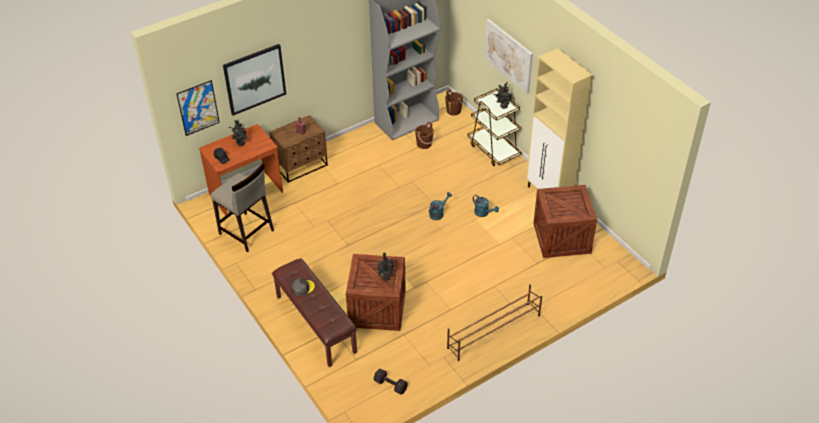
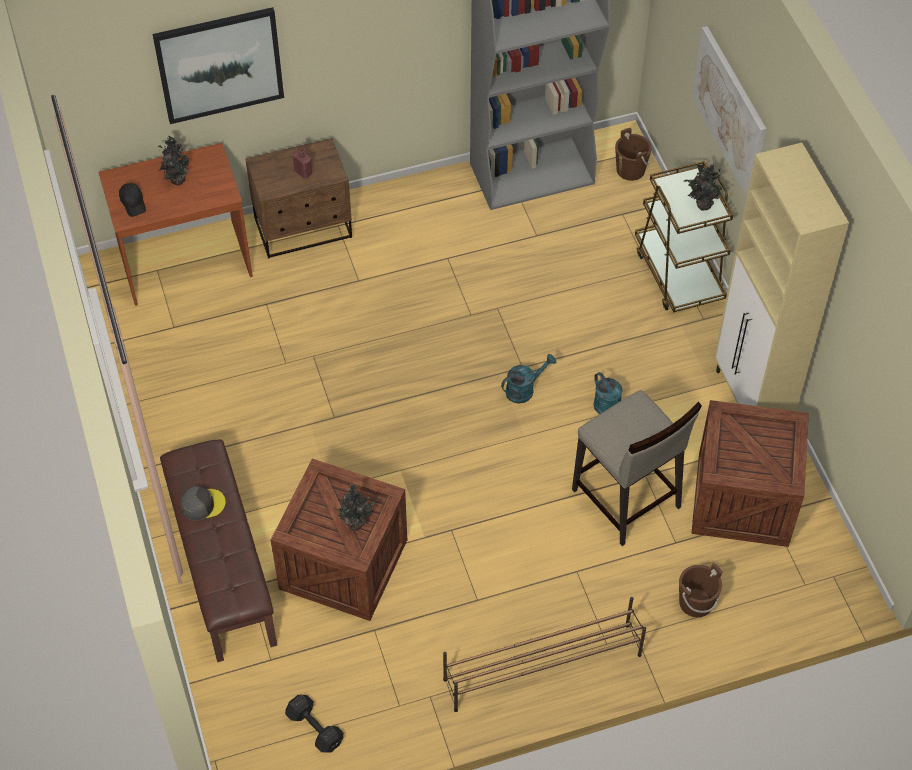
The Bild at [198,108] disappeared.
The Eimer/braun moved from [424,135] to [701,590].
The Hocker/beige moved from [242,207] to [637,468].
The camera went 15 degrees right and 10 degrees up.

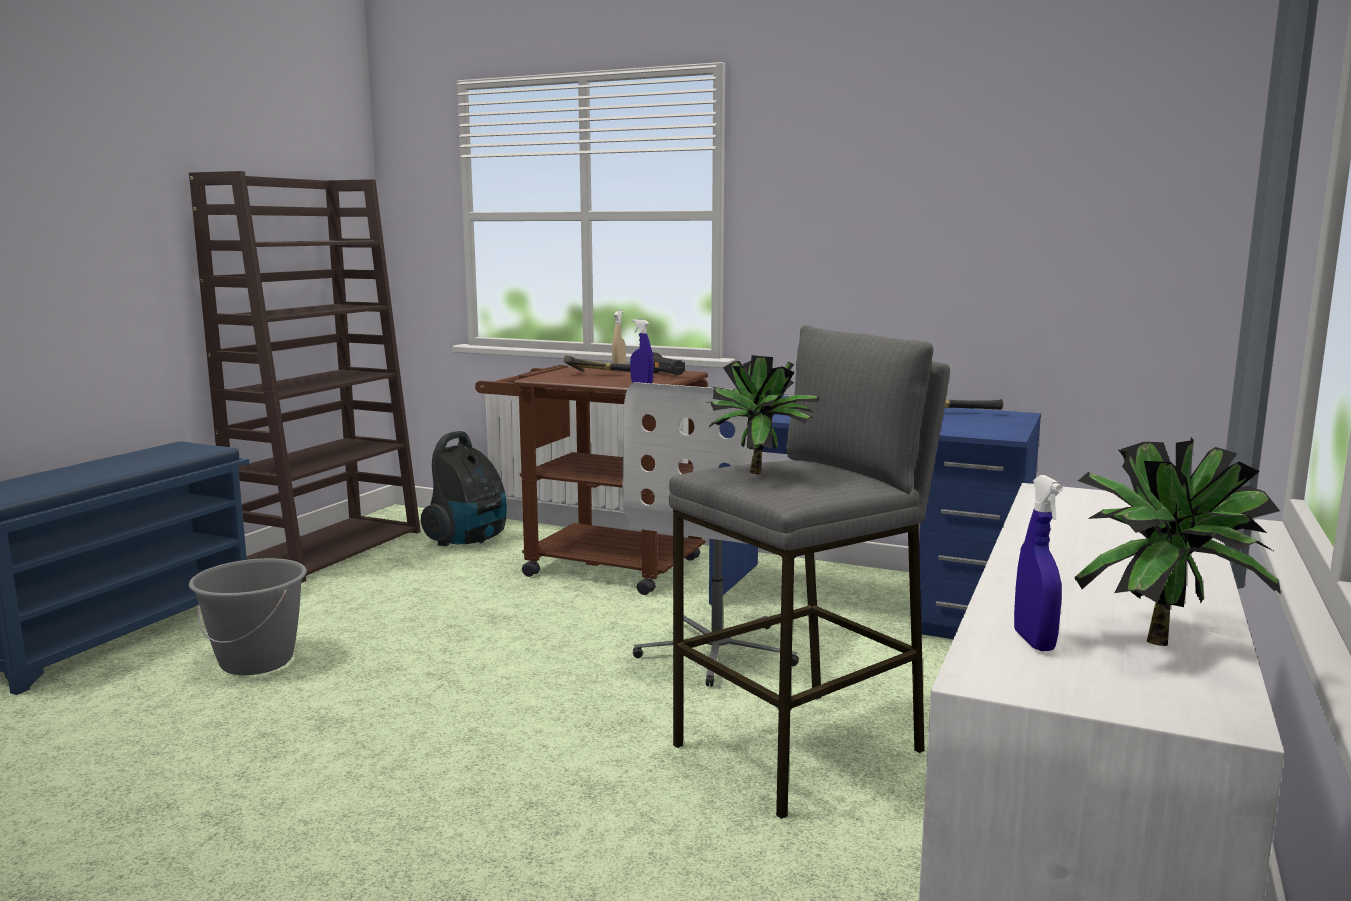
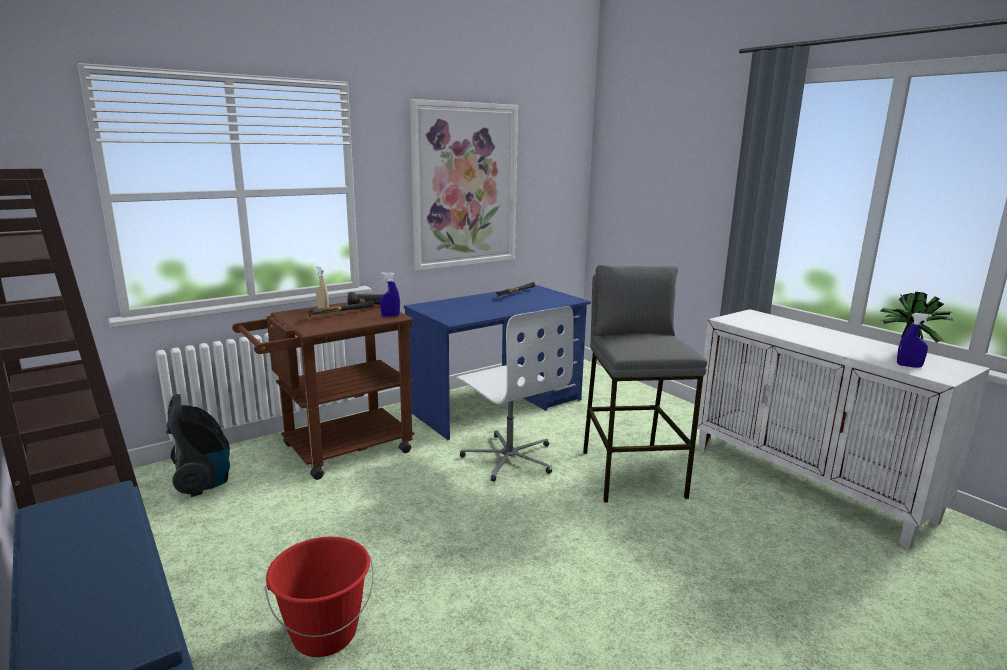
The Topfpflanze at [763,414] disappeared.
The Eimer/grau at [248,616] became the Eimer/rot at [319,597].
The Bild at [464,185] appeared.
The camera went 60 degrees left and 5 degrees up.

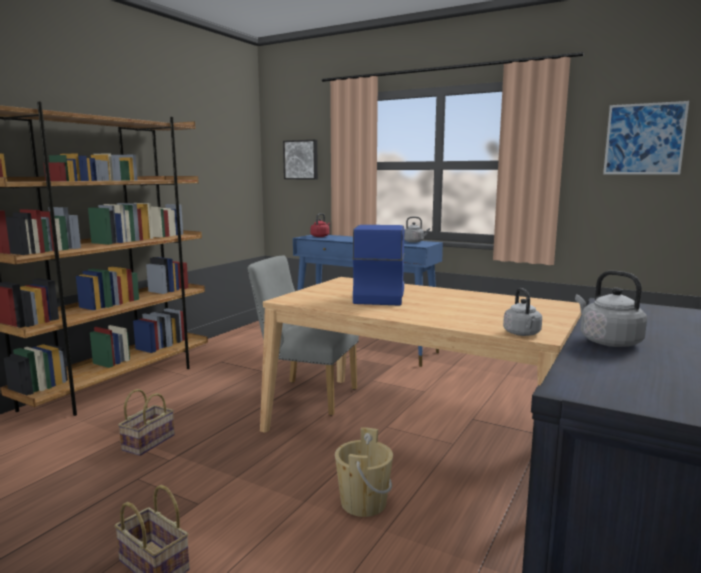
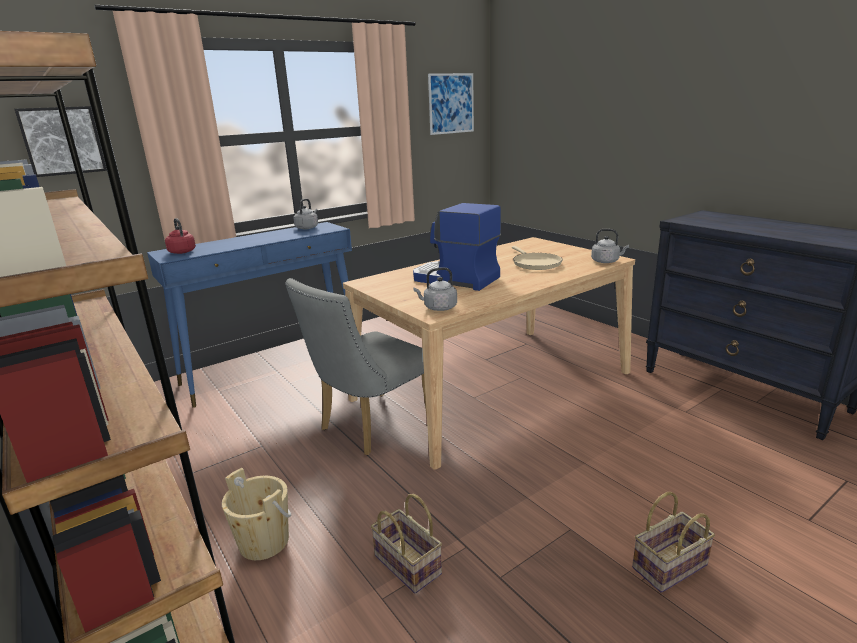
The Wasserkessel/grau moved from [611,309] to [435,289].
The Eimer/beige moved from [364,472] to [256,514].
The Pfanne/beige at [537,258] appeared.
The camera went 65 degrees left and 10 degrees up.

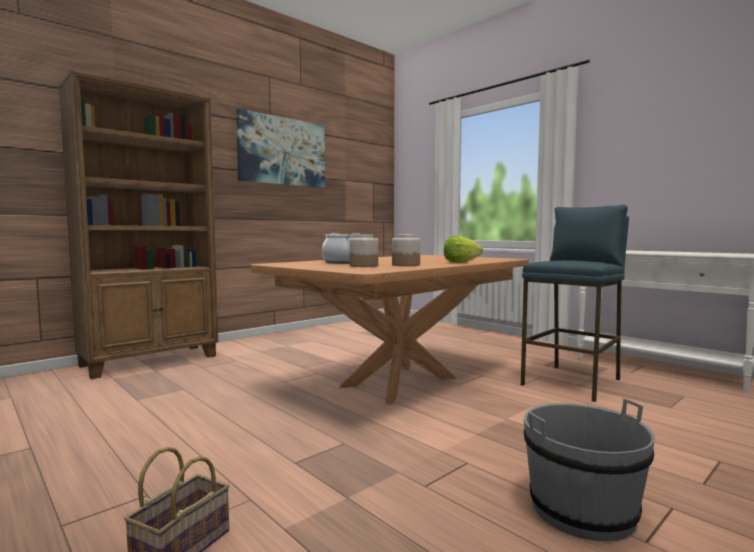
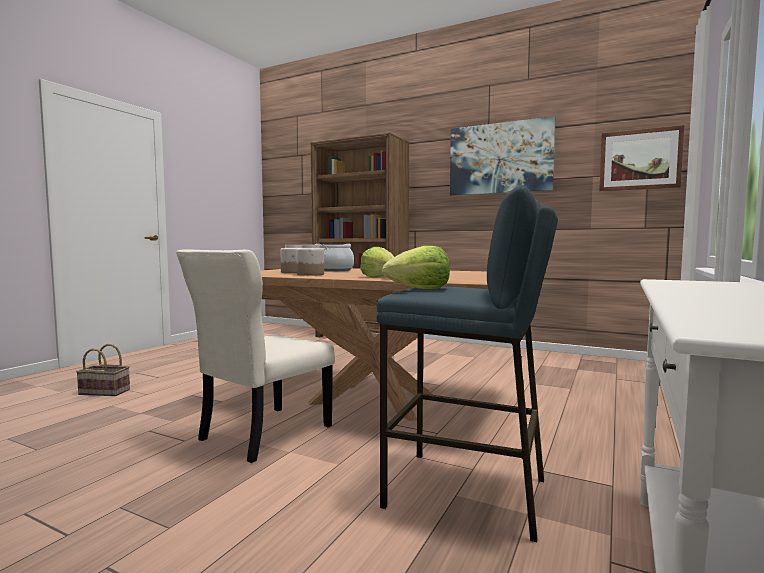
The Eimer/grau at [589,469] disappeared.
The Bild at [641,158] appeared.
The Salatkopf at [416,267] appeared.
The Stuhl/beige at [255,356] appeared.
The camera went 70 degrees right and 0 degrees up.

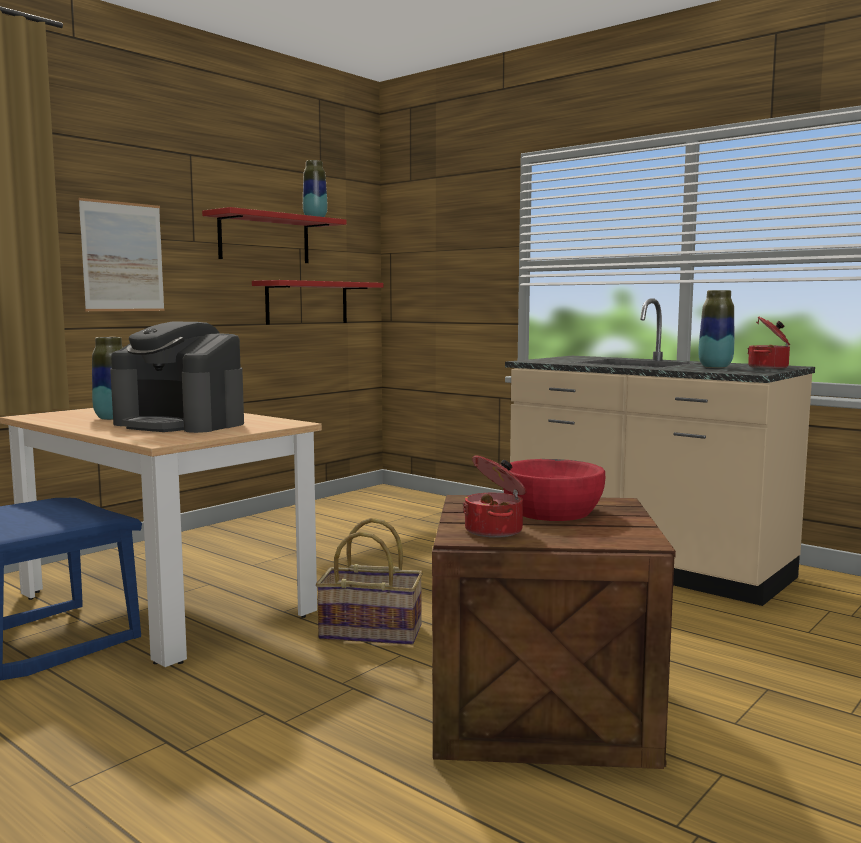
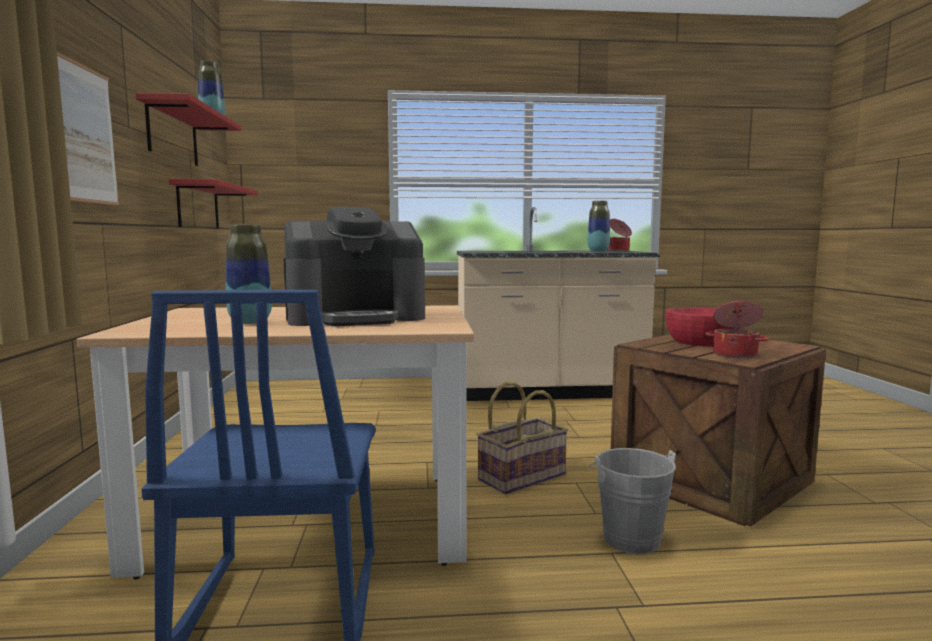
The Eimer/grau at [632,501] appeared.
The camera went 45 degrees left and 0 degrees up.

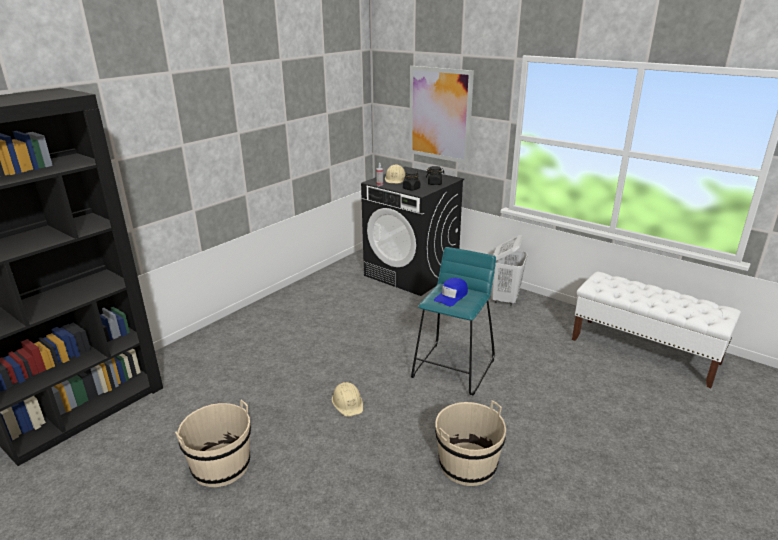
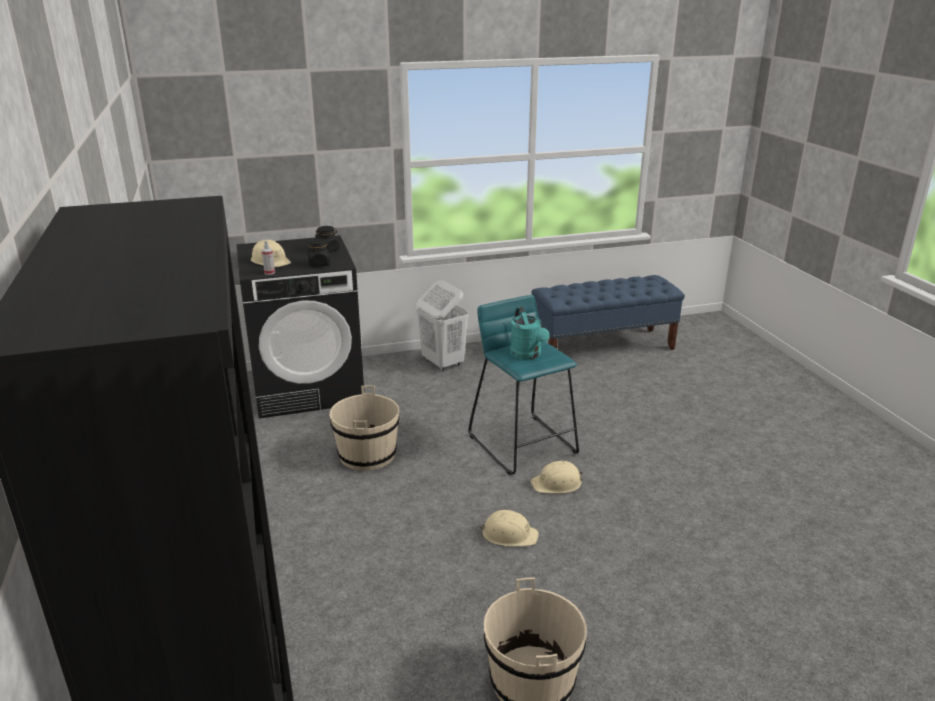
The Bild at [441,115] disappeared.
The Bank/weiß at [656,330] became the Bank/blau at [608,312].
The Kappe/blau at [451,292] was replaced by the Gießkanne/türkis at [530,333].
The Eimer/beige moved from [470,443] to [365,428].
The Schutzhelm/beige at [557,477] appeared.
The camera went 55 degrees left and 0 degrees up.

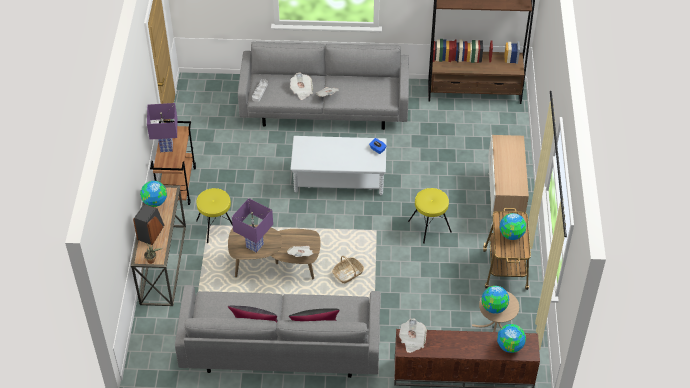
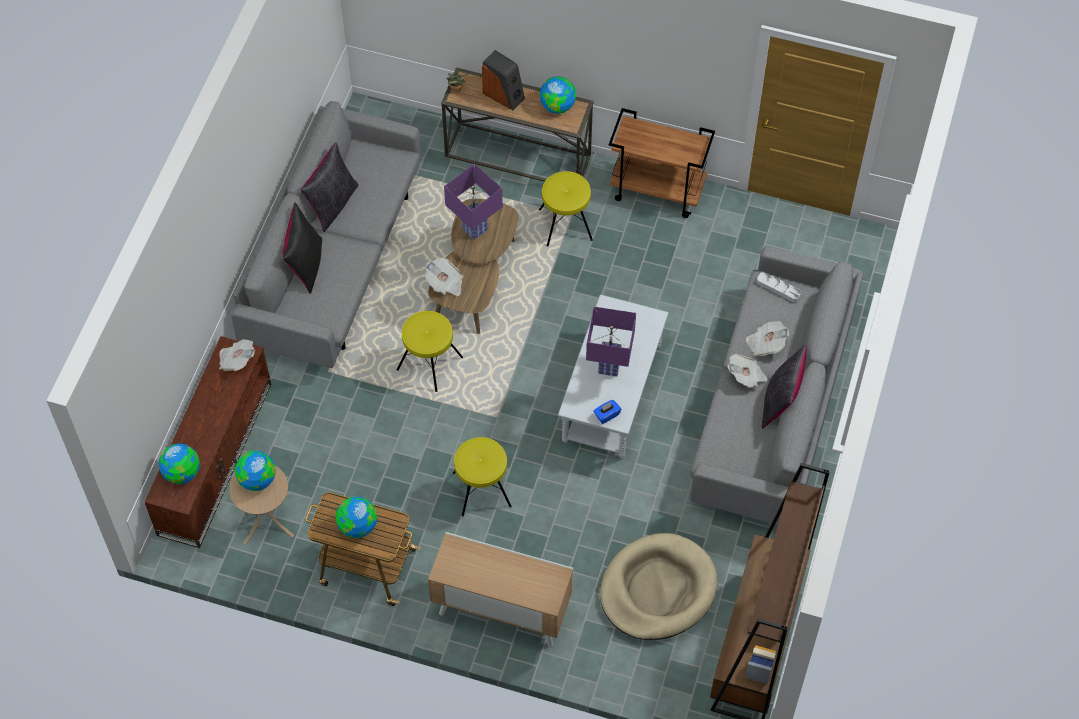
The Tischlampe/lila moved from [162,127] to [611,342].
The Korb at [348,270] was replaced by the Hocker/gelb at [430,351].
The Kissen/schwarz at [784,386] appeared.
The Hundebett/beige at [659,586] appeared.
The camera went 105 degrees right and 10 degrees up.

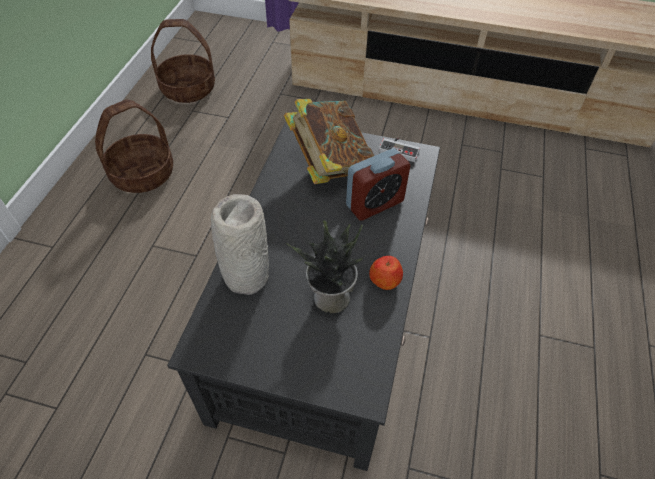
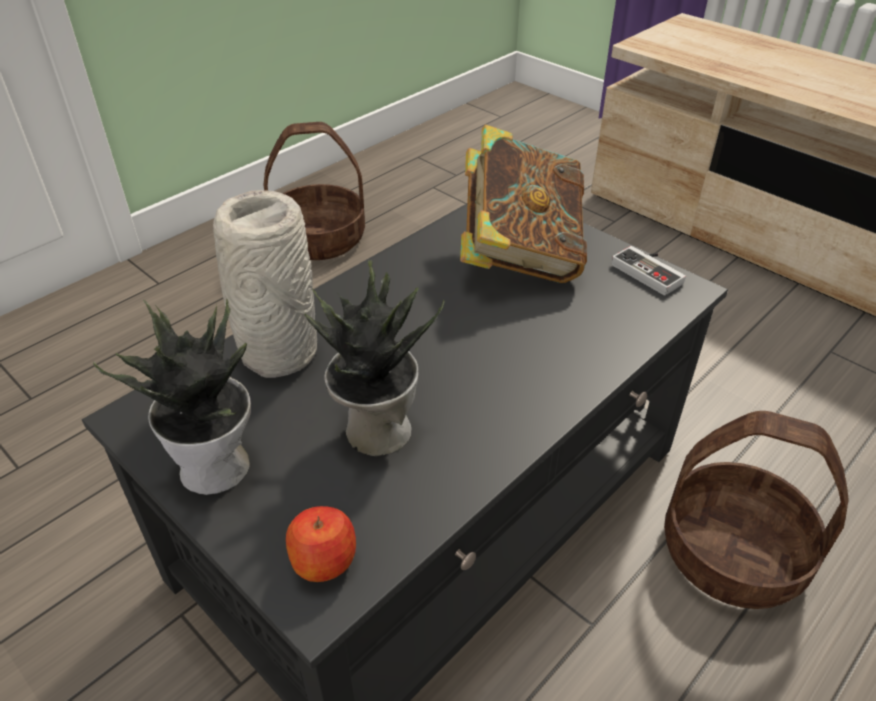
The Korb moved from [183,61] to [756,510].
The Wecker at [378,184] disappeared.
The Apfel moved from [386,273] to [321,544].
The Topfpflanze at [172,396] appeared.
The camera went 30 degrees right and 10 degrees down.

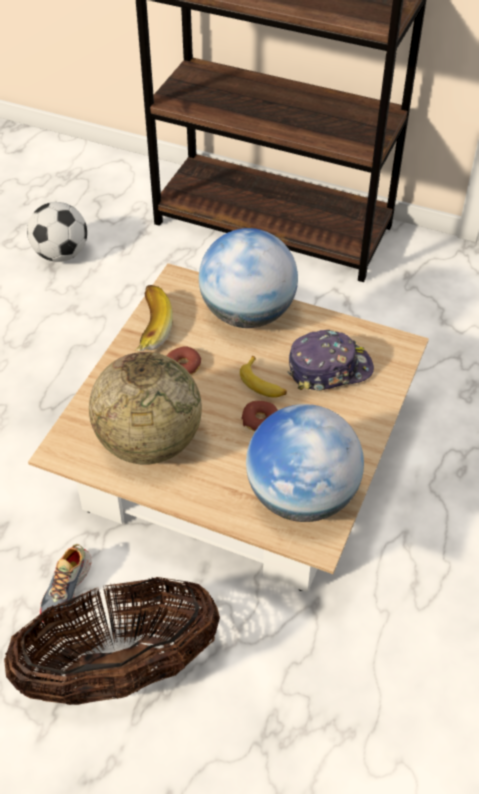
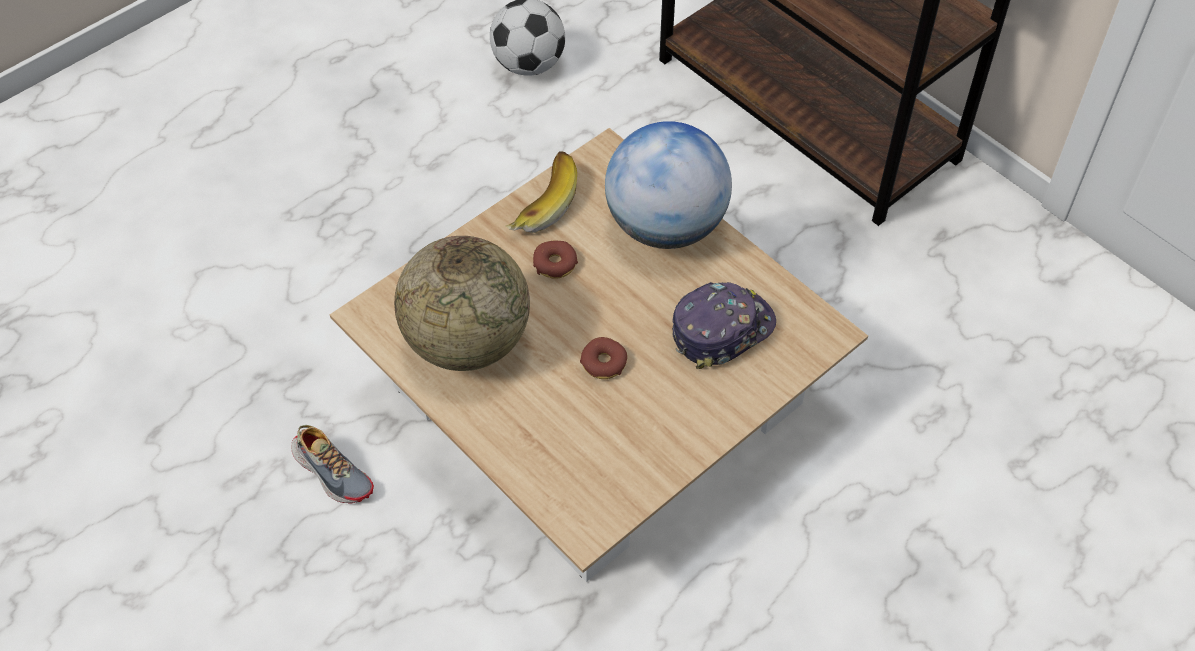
The Kappe at [331,360] turned 45 degrees counterclockwise.
The Banane at [263,377] disappeared.
The Globus at [305,463] disappeared.
The Schuh at [66,583] turned 90 degrees counterclockwise.
The Korb at [112,641] disappeared.
The camera went 25 degrees right and 5 degrees up.

